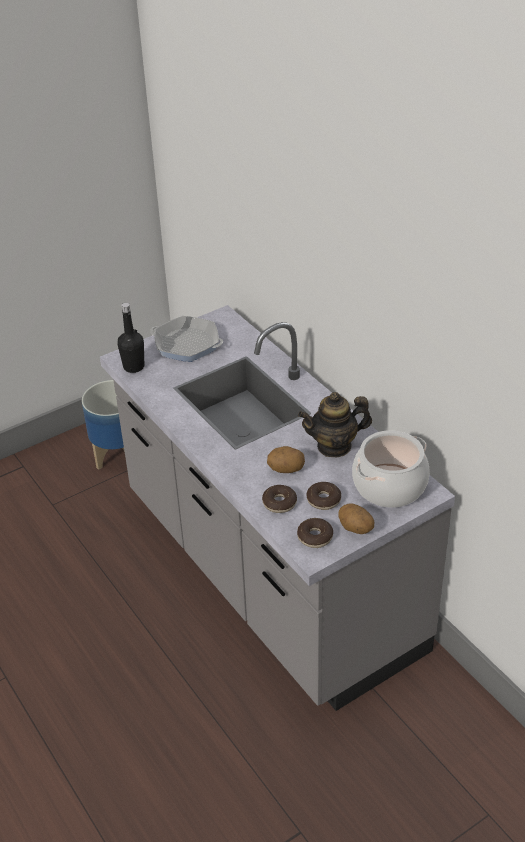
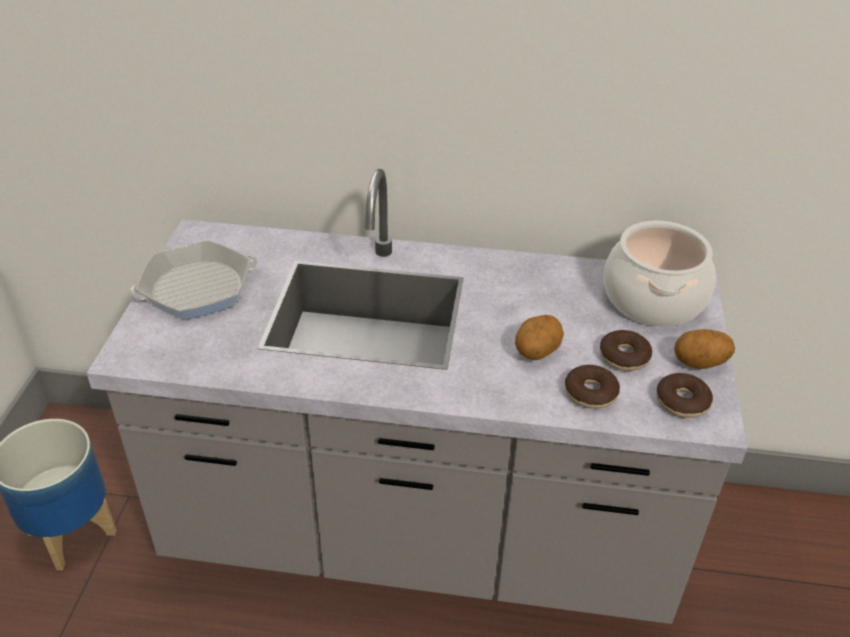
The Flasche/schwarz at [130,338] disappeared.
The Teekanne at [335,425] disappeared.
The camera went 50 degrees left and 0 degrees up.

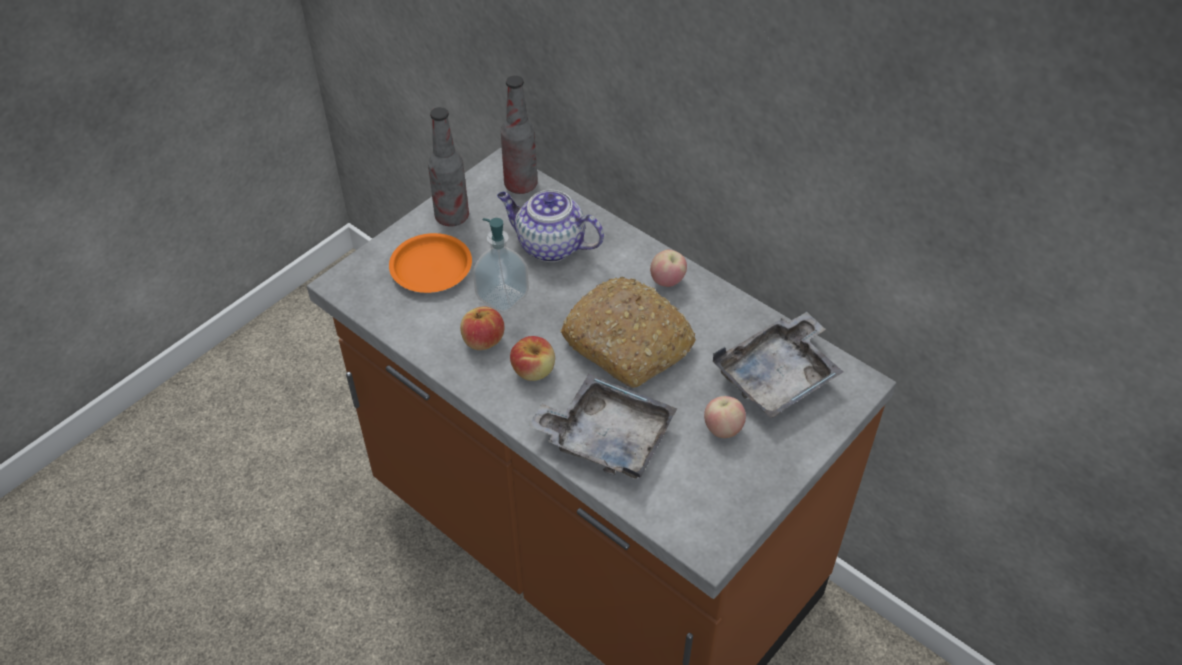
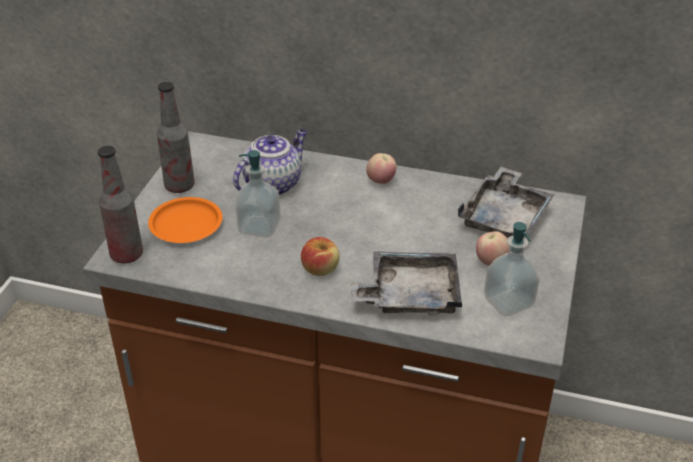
The Flasche moved from [519,135] to [120,205].
The Teekanne at [550,226] turned 135 degrees clockwise.
The Brot at [628,332] disappeared.
The Apfel at [482,328] disappeared.
The Seifenspender at [512,269] appeared.
The camera went 25 degrees left and 10 degrees down.

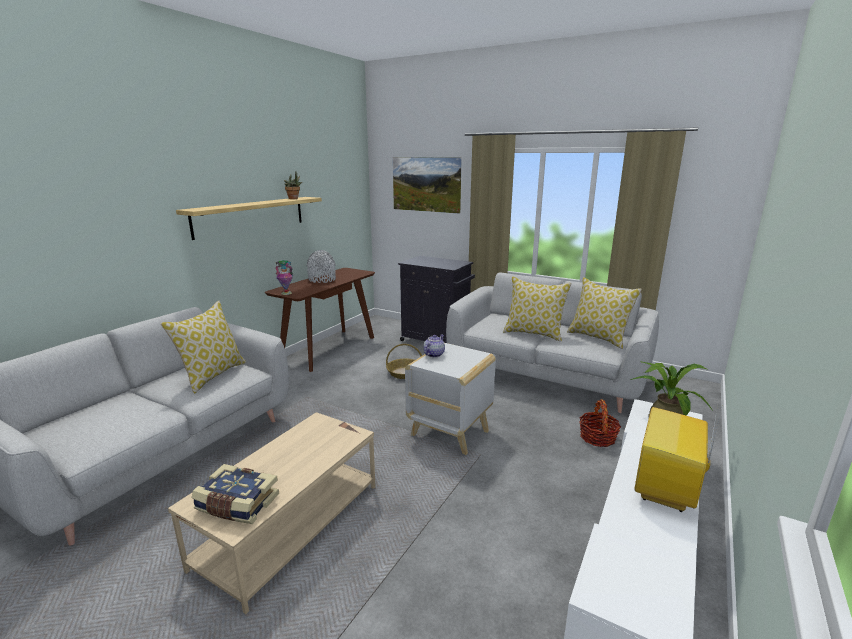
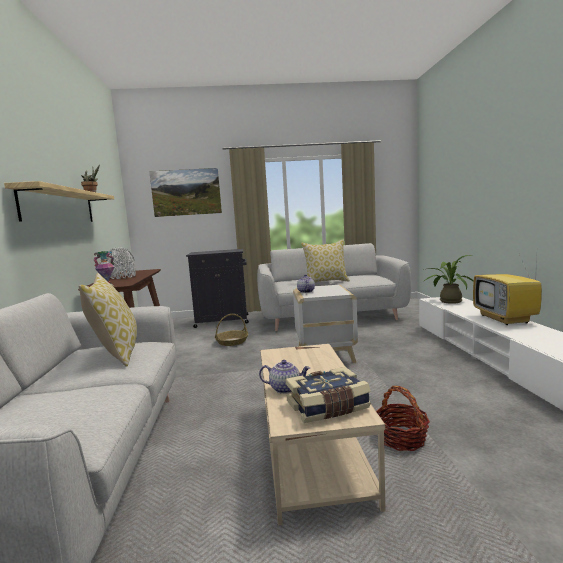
The Kissen at [604,313] disappeared.
The Korb moved from [600,423] to [403,418].
The Teekanne at [284,377] appeared.
The camera went 35 degrees left and 10 degrees down.

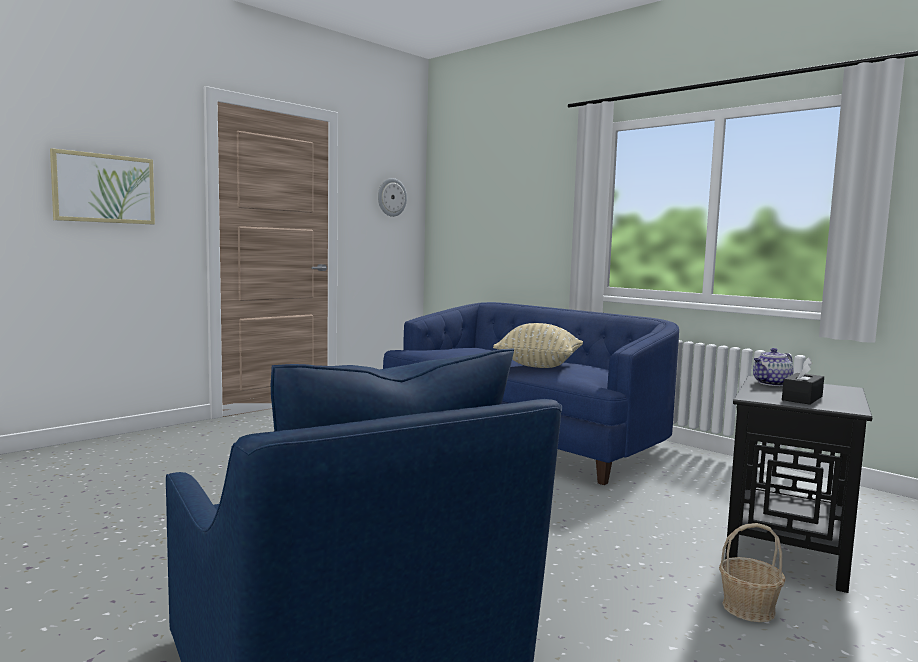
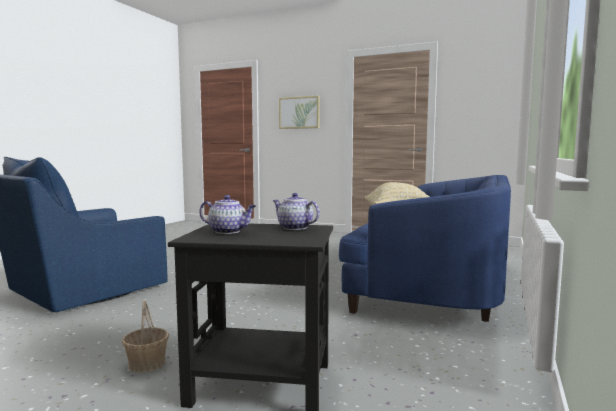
The Wanduhr at [392,197] disappeared.
The Taschentuchbox/schwarz at [803,381] was replaced by the Teekanne at [227,214].
The camera went 70 degrees right and 0 degrees up.

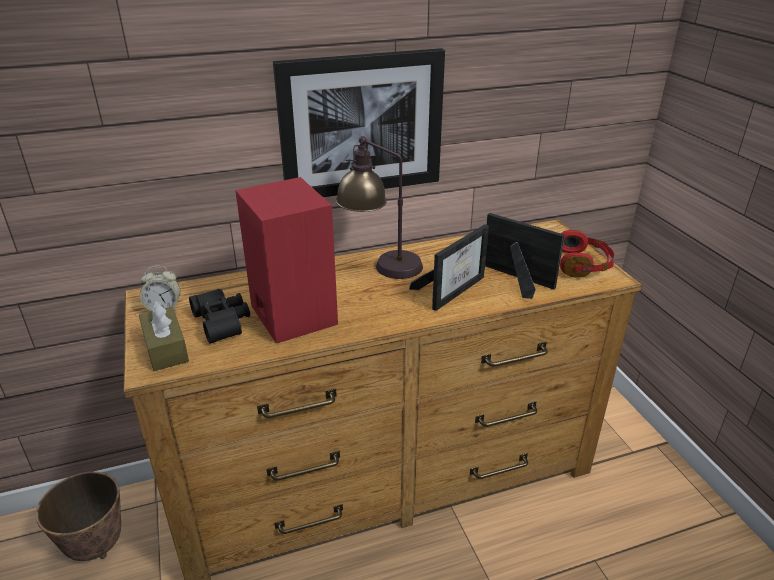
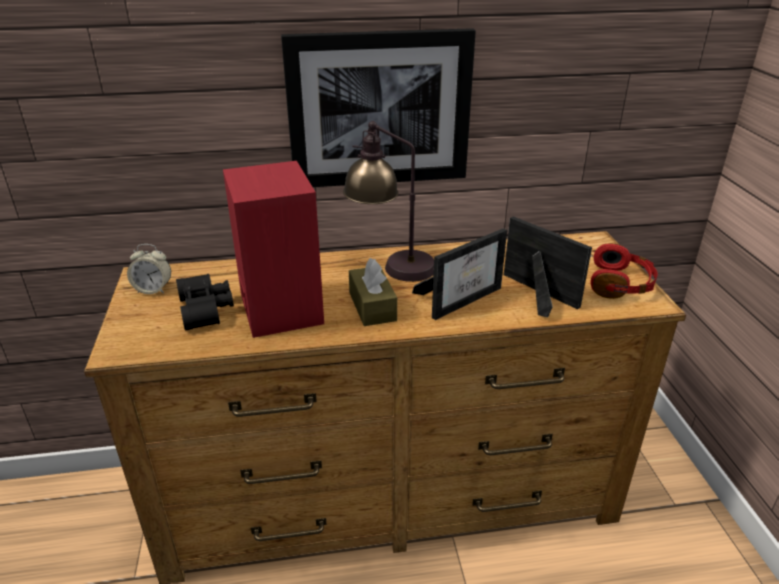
The Taschentuchbox/braun moved from [164,336] to [373,292].
The Pflanzkübel at [78,516] disappeared.
The camera went 10 degrees right and 0 degrees up.

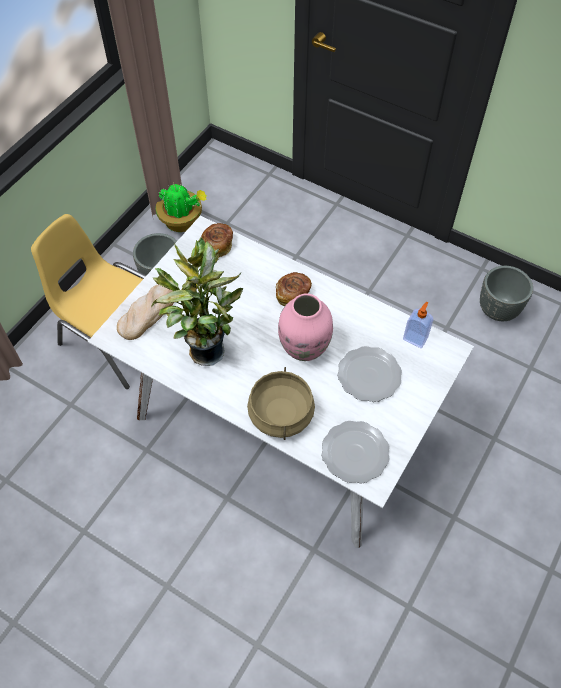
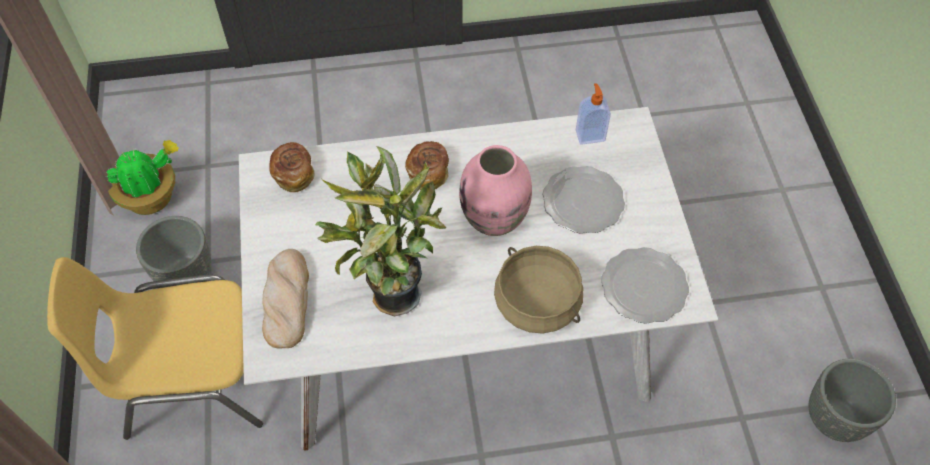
The Pflanzkübel/grau moved from [506,293] to [852,400].
The camera went 40 degrees left and 0 degrees up.

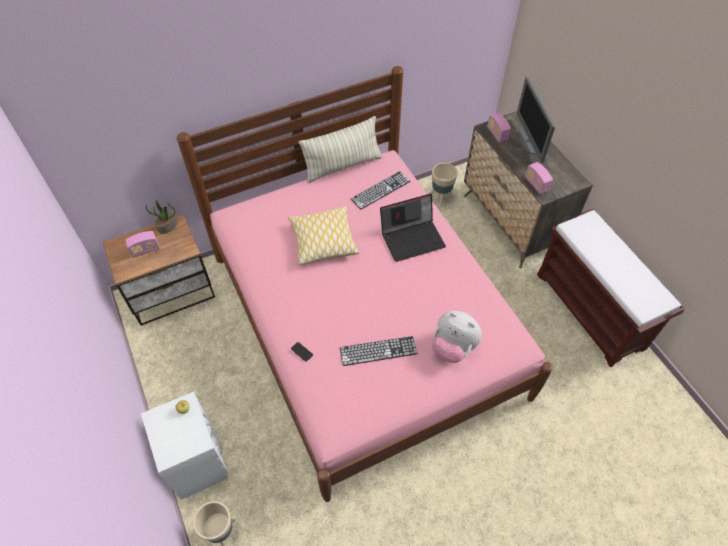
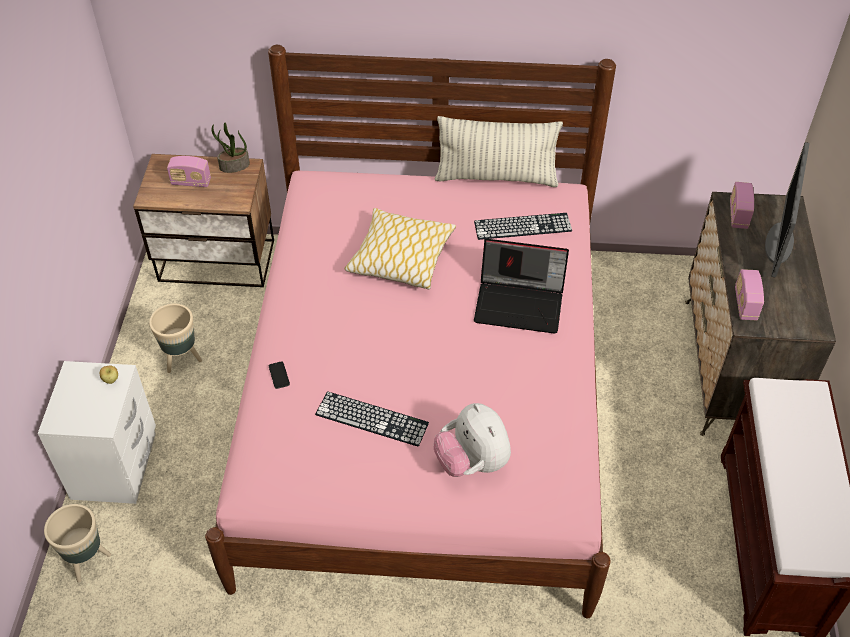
The Pflanzkübel/beige moved from [444,185] to [175,338].
The camera went 30 degrees right and 5 degrees down.

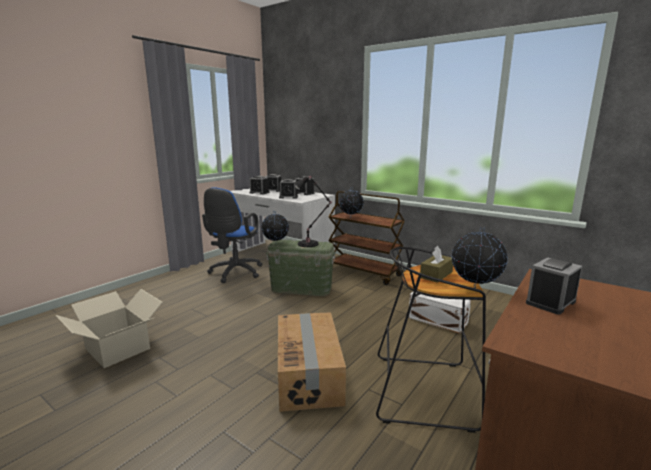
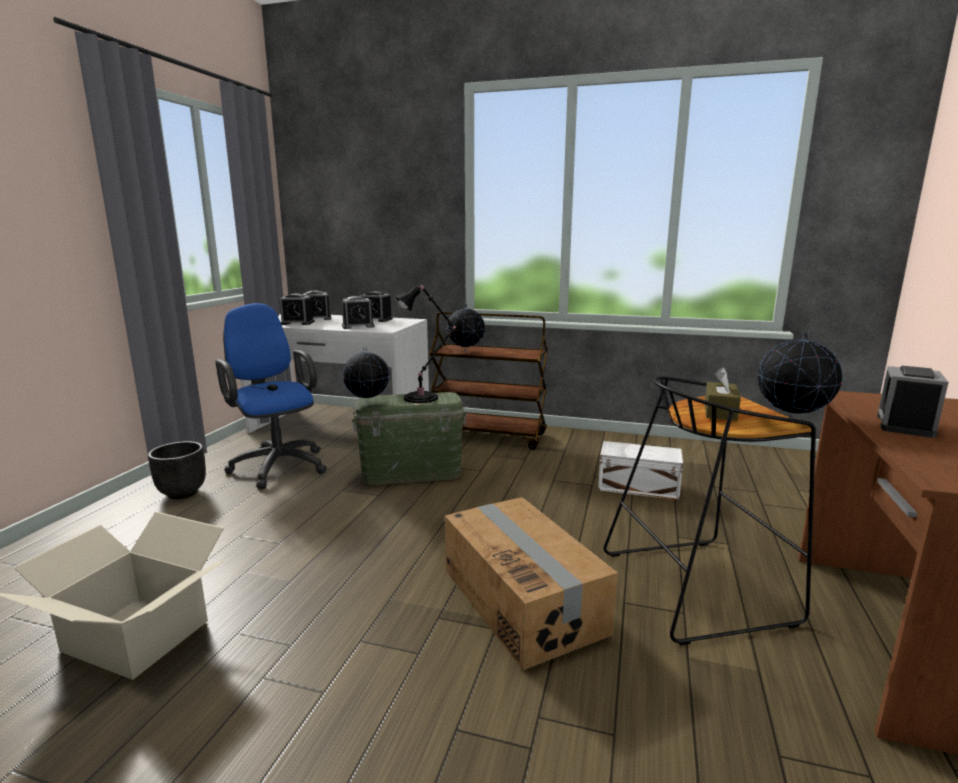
The Bürostuhl/blau at [232,235] turned 150 degrees clockwise.
The Pflanzkübel/schwarz at [177,470] appeared.
The camera went 20 degrees left and 0 degrees up.

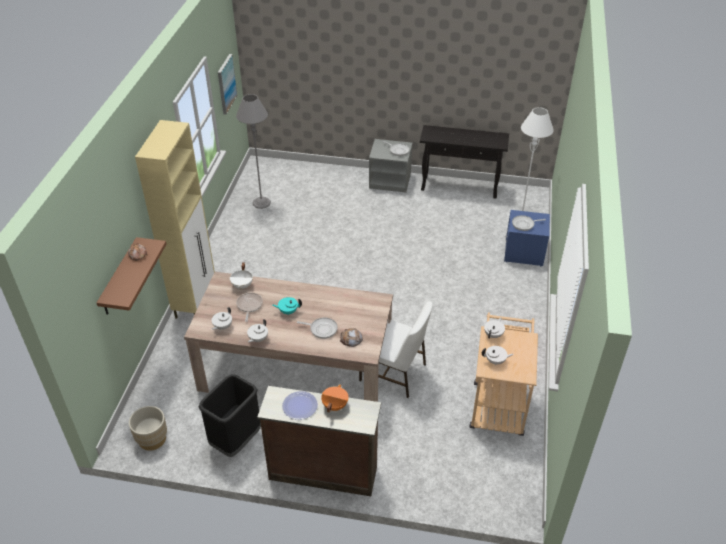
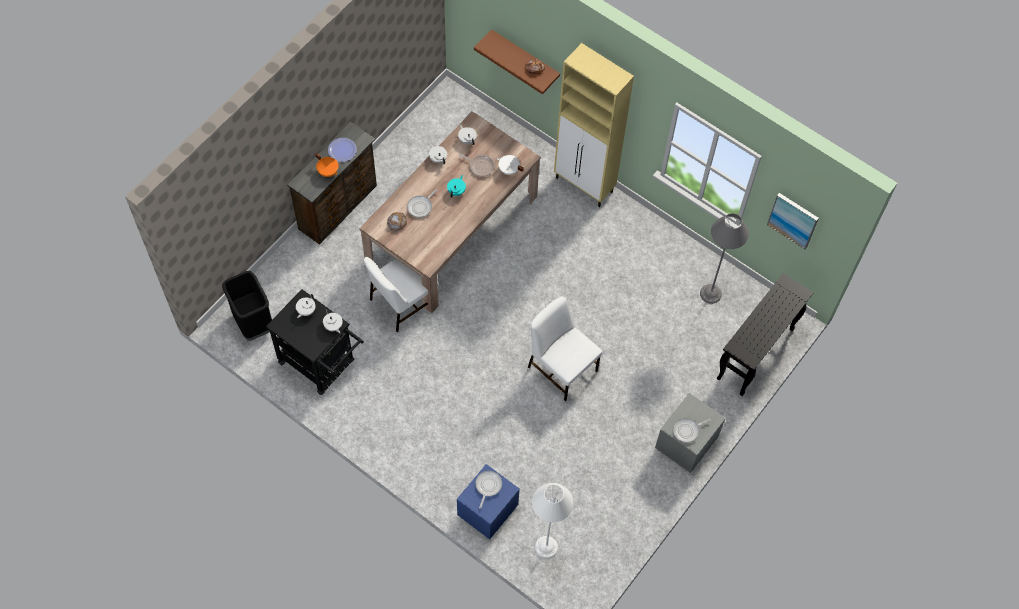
The Konsolentisch/schwarz moved from [464,162] to [765,334].
The Rollwagen/beige at [504,374] became the Rollwagen/schwarz at [315,342].
The Mülleimer/schwarz moved from [230,415] to [247,306].
The Pflanzkübel/beige at [148,428] disappeared.
The Stuhl/weiß at [565,348] appeared.
The camera went 115 degrees right and 20 degrees up.

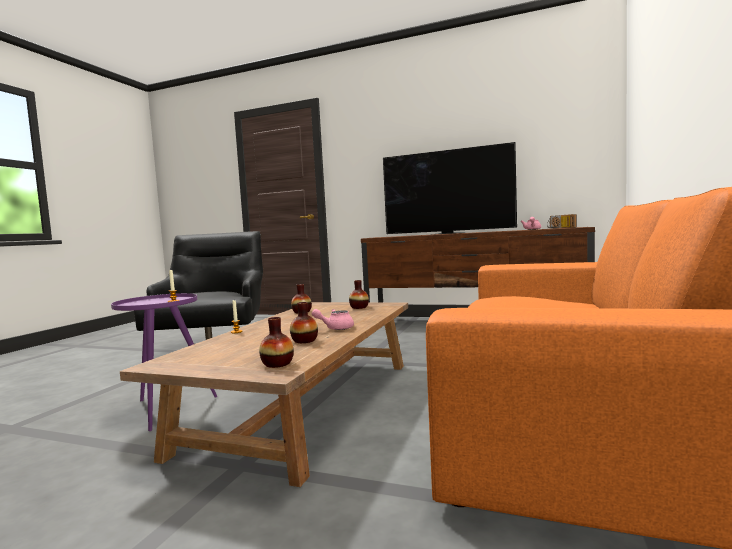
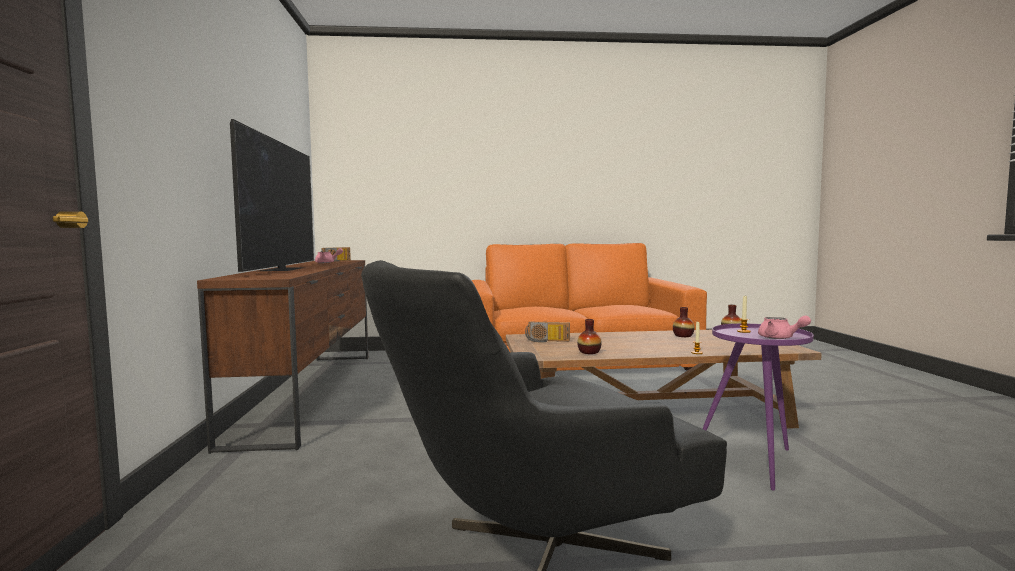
The Vase at [359,294] was replaced by the Radio at [547,332].
The Teekanne/rosa moved from [333,319] to [784,327].
The camera went 115 degrees left and 0 degrees up.

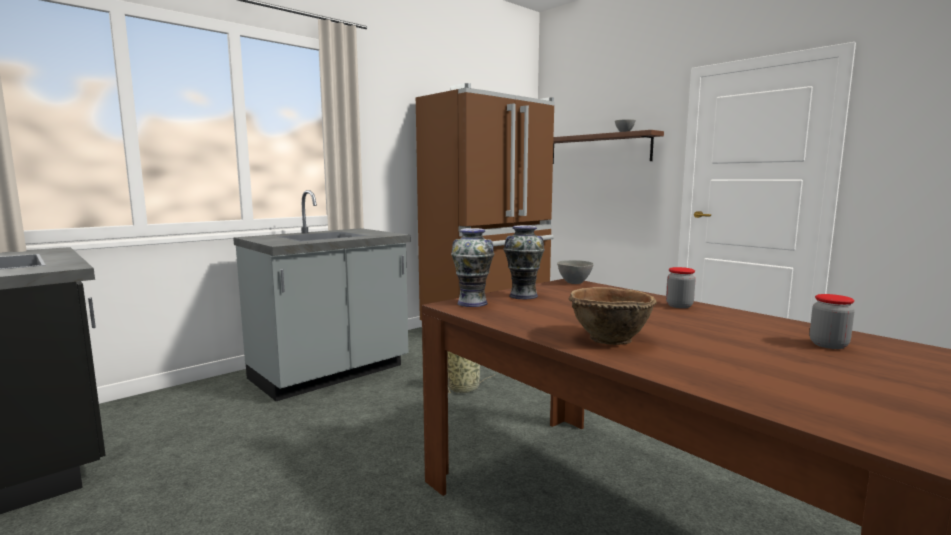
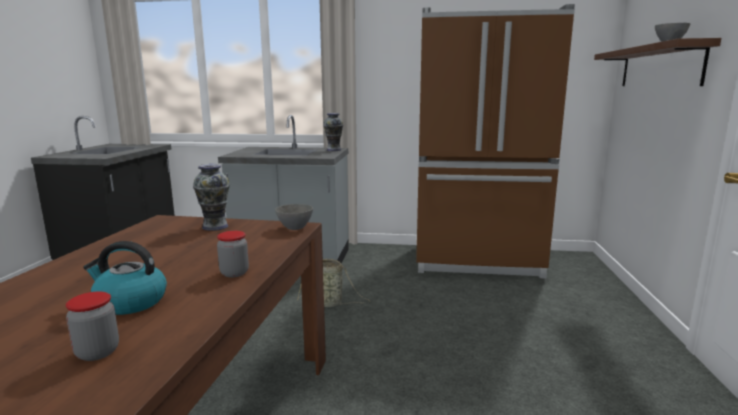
The Vase moved from [472,267] to [333,132].
The Schüssel/braun at [613,316] disappeared.
The Wasserkessel at [125,278] appeared.
The camera went 50 degrees right and 5 degrees up.

